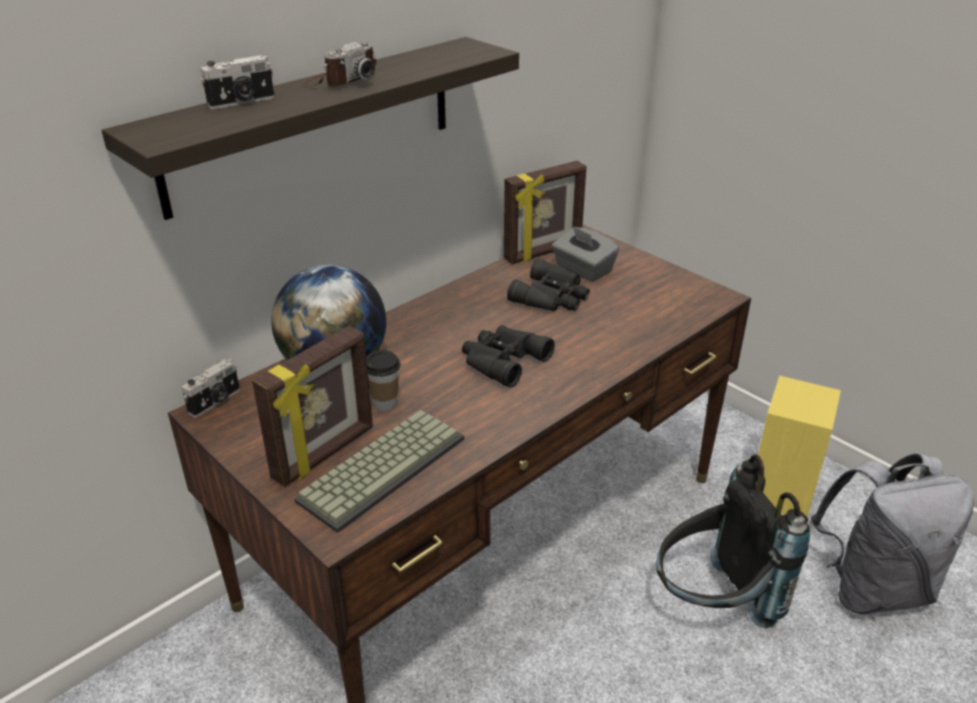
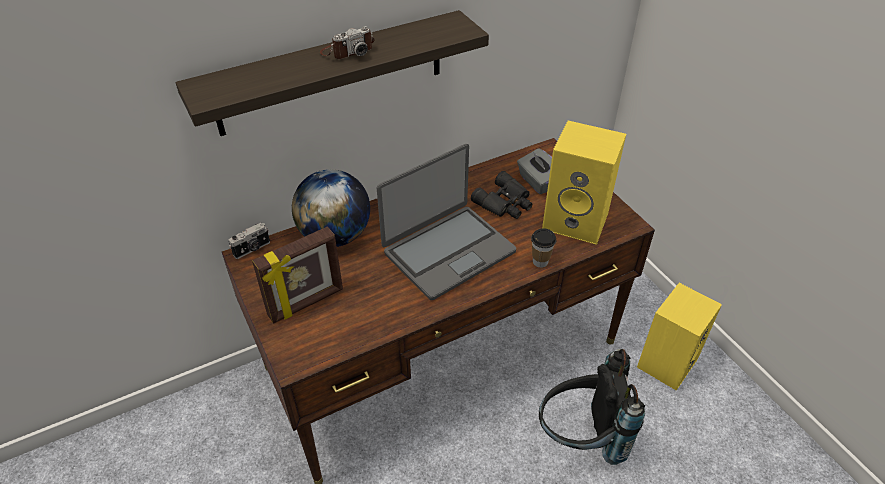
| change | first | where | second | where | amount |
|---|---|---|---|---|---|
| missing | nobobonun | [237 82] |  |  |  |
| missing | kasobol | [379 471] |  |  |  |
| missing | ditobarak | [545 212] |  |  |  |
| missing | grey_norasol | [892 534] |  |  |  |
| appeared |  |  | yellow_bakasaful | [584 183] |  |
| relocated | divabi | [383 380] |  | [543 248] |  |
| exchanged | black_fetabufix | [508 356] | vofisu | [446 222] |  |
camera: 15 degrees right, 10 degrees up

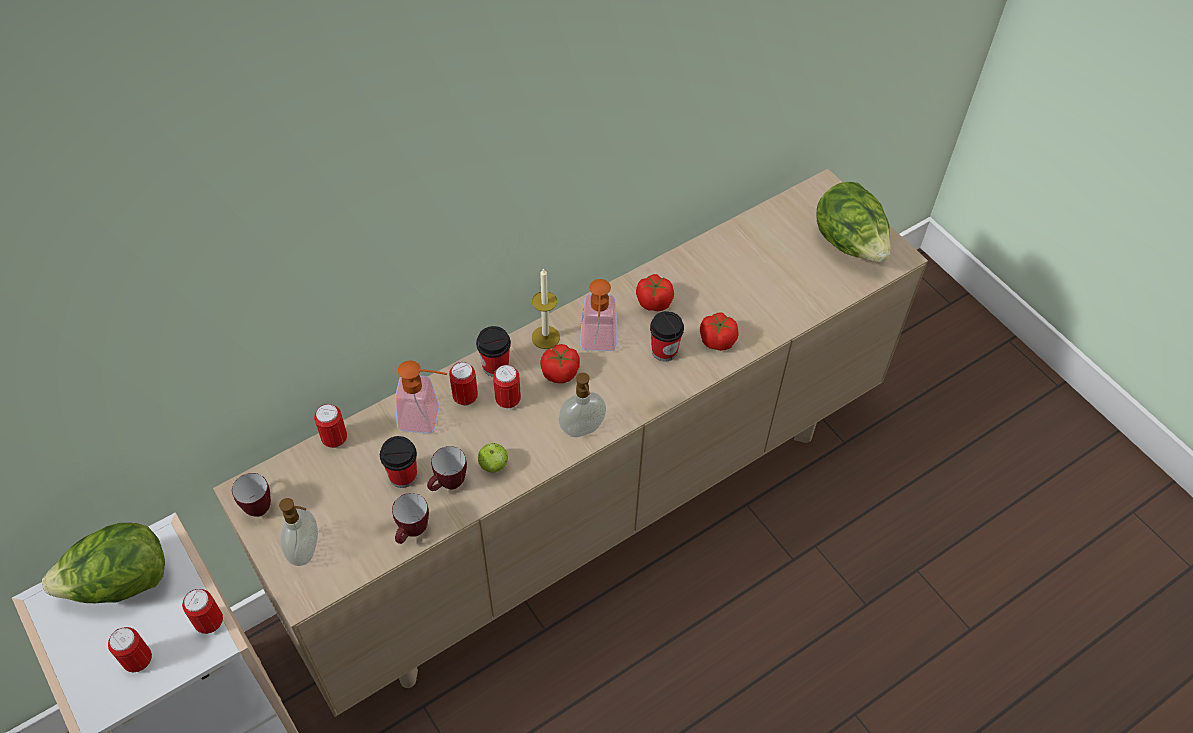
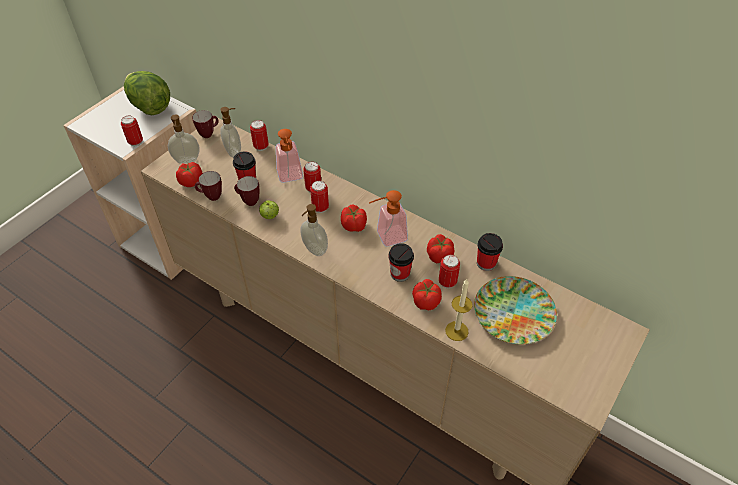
| change | first | where | second | where | amount |
|---|---|---|---|---|---|
| missing | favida | [853 222] |  |  |  |
| appeared |  |  | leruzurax | [189 174] |  |
| appeared |  |  | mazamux | [230 132] |  |
| appeared |  |  | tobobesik | [515 310] |  |
| relocated | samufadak | [130 650] |  | [449 271] |  |
| relocated | divabi | [493 351] |  | [490 252] |  |
| relocated | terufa | [546 308] |  | [458 310] |  |
camera: 70 degrees right, 5 degrees down

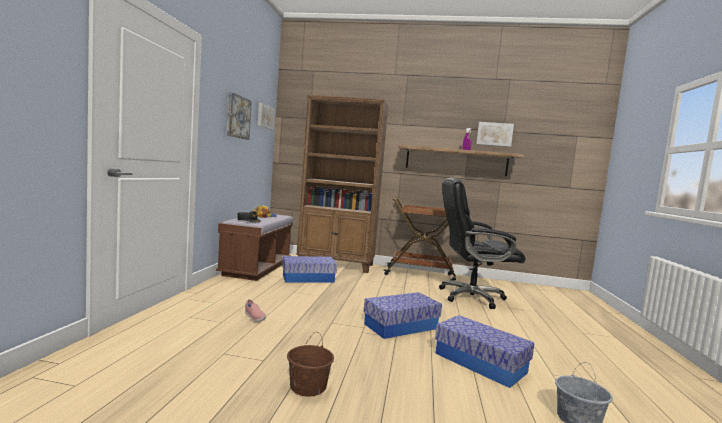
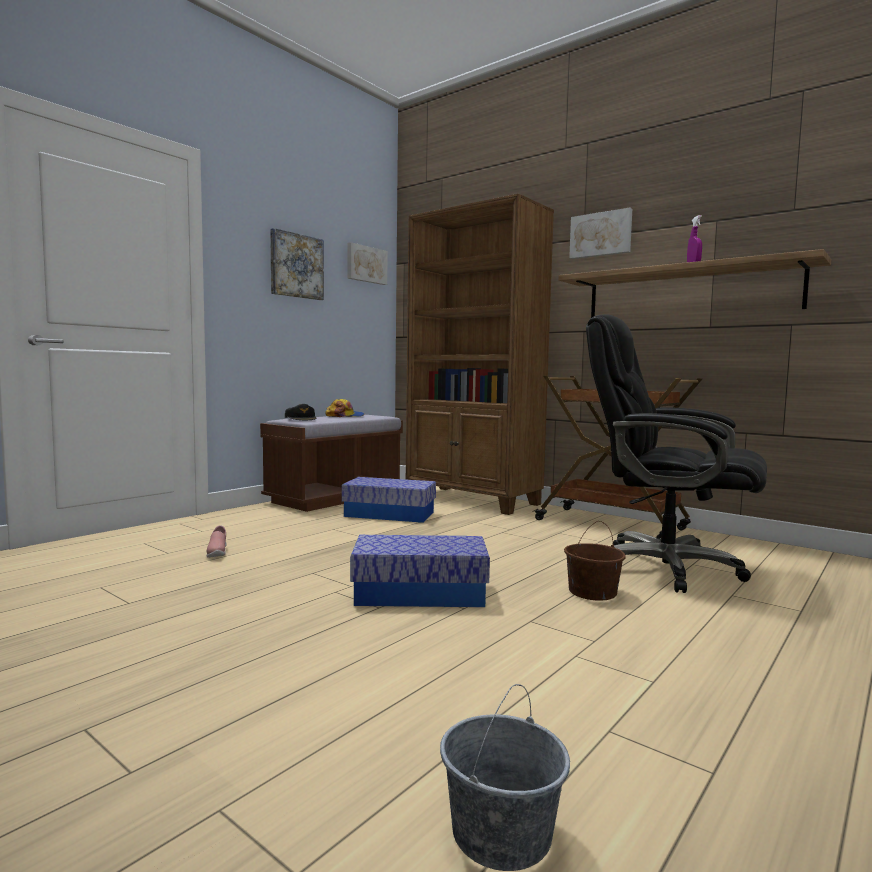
| change | first | where | second | where | amount |
|---|---|---|---|---|---|
| missing | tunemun | [484 351] |  |  |  |
| relocated | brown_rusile | [310 364] |  | [595 561] |  |
| relocated | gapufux | [495 134] |  | [600 233] |  |
camera: 30 degrees right, 0 degrees up

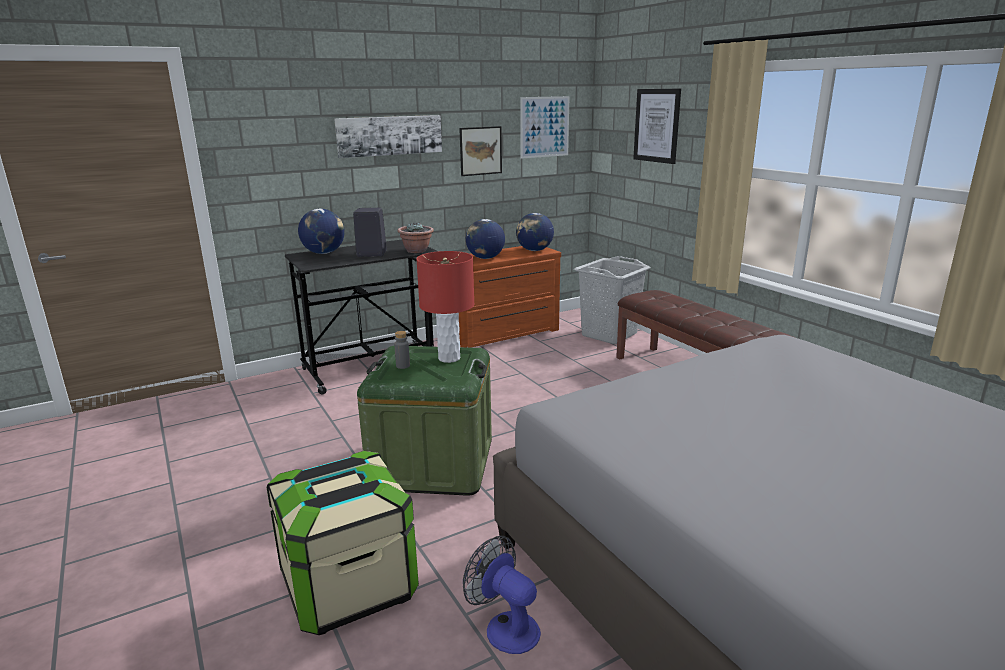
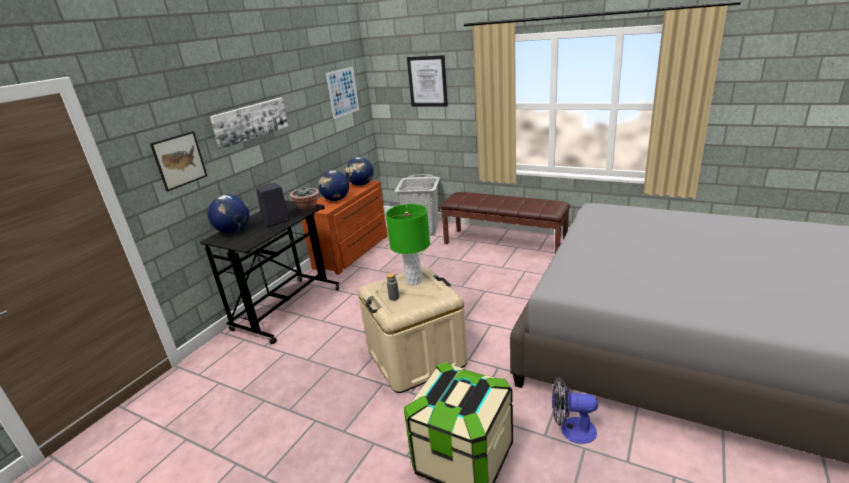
| change | first | where | second | where | amount |
|---|---|---|---|---|---|
| relocated | gapufux | [480 151] |  | [178 161] |  |
| colour | green_tunemun | [424 421] | beige_tunemun | [413 330] |  |
| colour | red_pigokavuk | [445 307] | green_pigokavuk | [408 244] |  |
camera: 30 degrees left, 5 degrees up

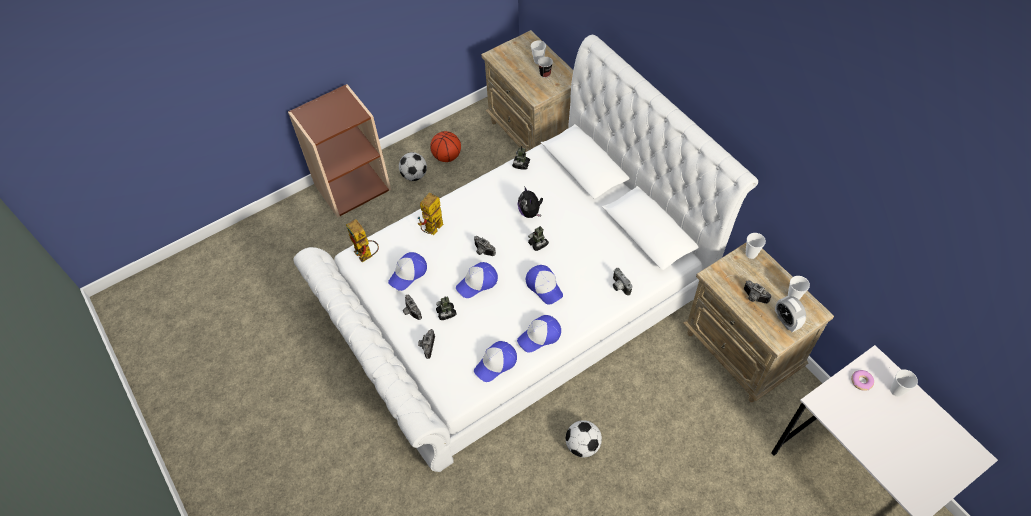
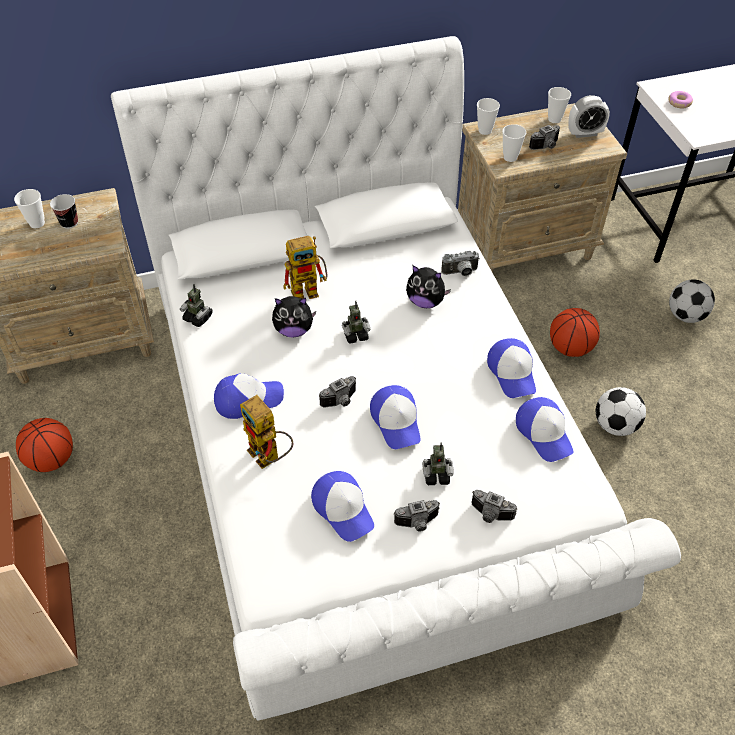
| change | first | where | second | where | amount |
|---|---|---|---|---|---|
| appeared |  |  | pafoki | [428 286] |  |
| appeared |  |  | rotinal | [575 332] |  |
| relocated | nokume | [362 240] |  | [305 267] |  |
| relocated | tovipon | [413 166] |  | [692 301] |  |
| relocated | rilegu | [544 285] |  | [249 396] |  |
| relocated | divabi | [904 383] |  | [514 143] |  |
camera: 75 degrees left, 5 degrees down

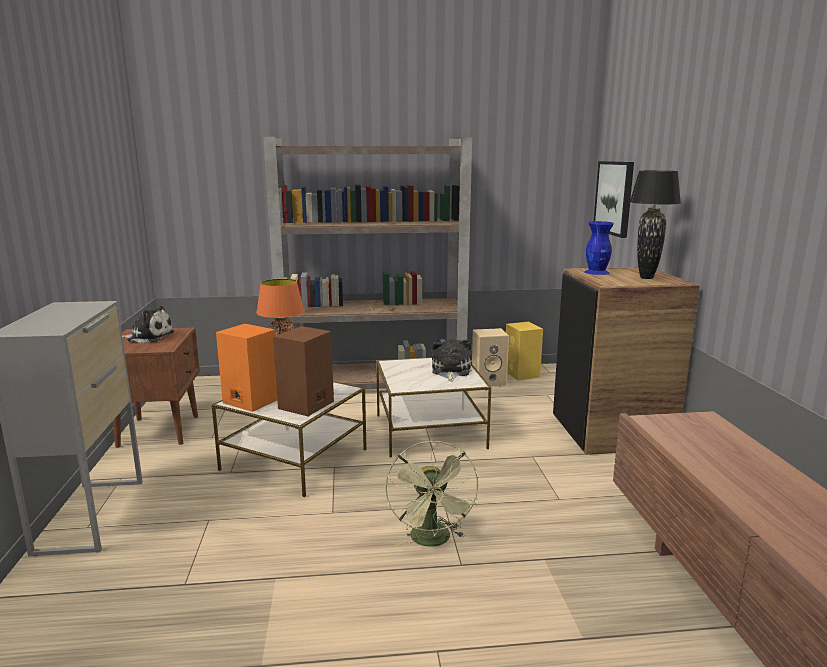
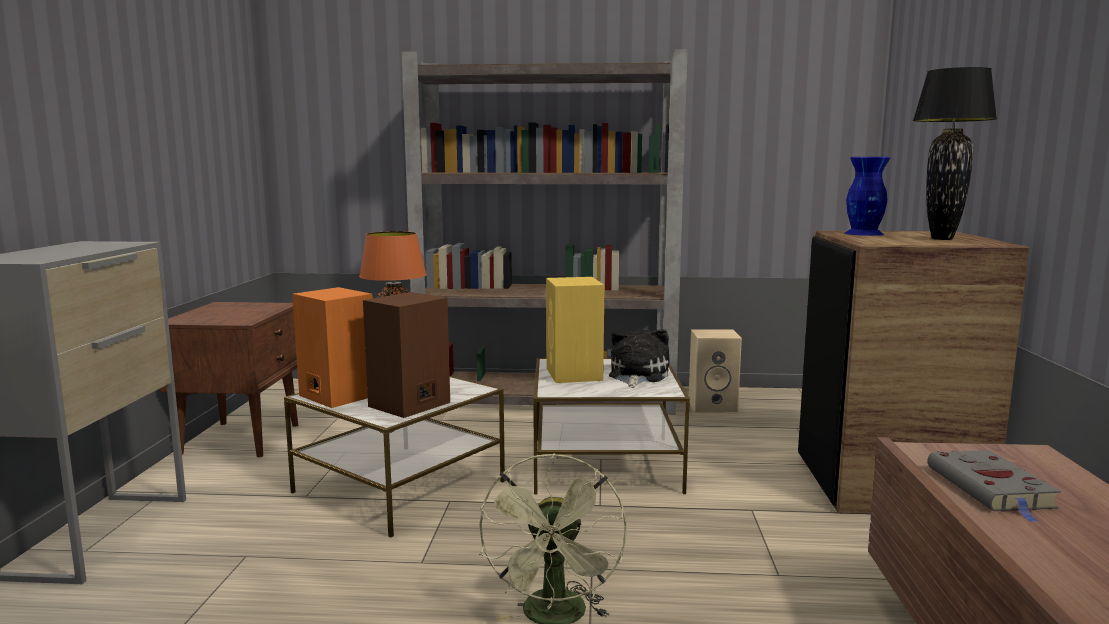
| change | first | where | second | where | amount |
|---|---|---|---|---|---|
| missing | pafoki | [148 324] |  |  |  |
| missing | gapufux | [614 199] |  |  |  |
| appeared |  |  | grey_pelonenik | [994 486] |  |
| relocated | yellow_bakasaful | [524 351] |  | [575 330] |  |
camera: 10 degrees right, 5 degrees down

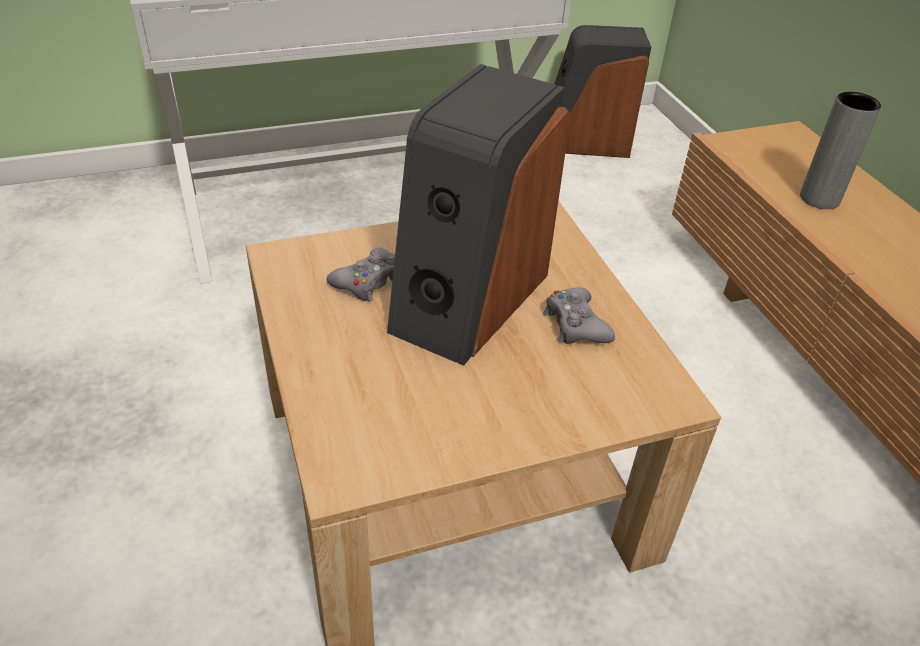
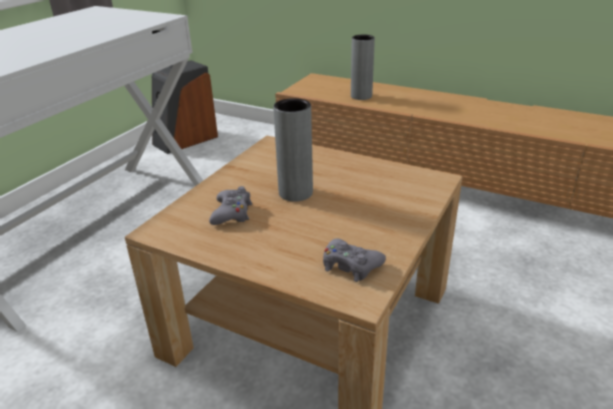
| change | first | where | second | where | amount |
|---|---|---|---|---|---|
| relocated | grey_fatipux | [579 315] |  | [354 260] |  |
| exchanged | bakasaful | [479 215] | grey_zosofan | [293 150] |  |
camera: 40 degrees left, 10 degrees down

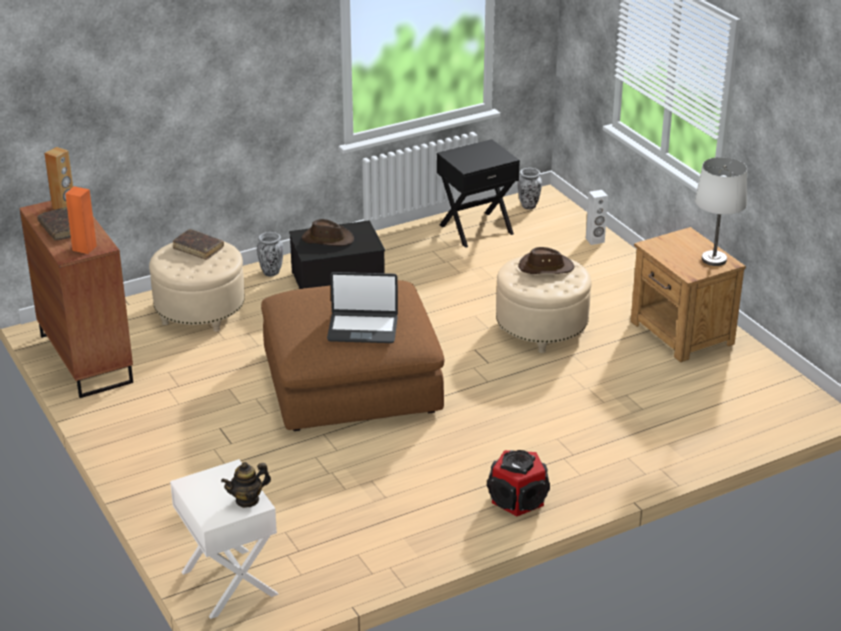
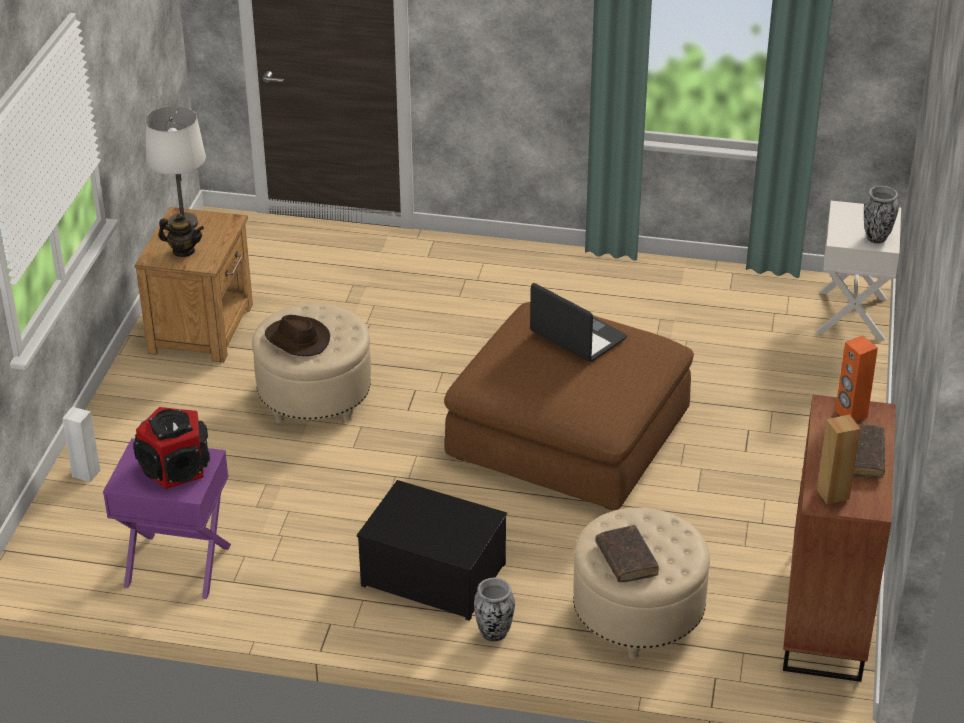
| change | first | where | second | where | amount |
|---|---|---|---|---|---|
| missing | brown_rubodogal | [328 232] |  |  |  |
| relocated | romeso | [246 485] |  | [181 235] |  |
| relocated | bakasaful | [518 483] |  | [171 448] |  |
| relocated | zosofan | [529 189] |  | [881 215] |  |
| colour | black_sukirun | [478 193] | purple_sukirun | [167 518] |  |
camera: 140 degrees left, 5 degrees up

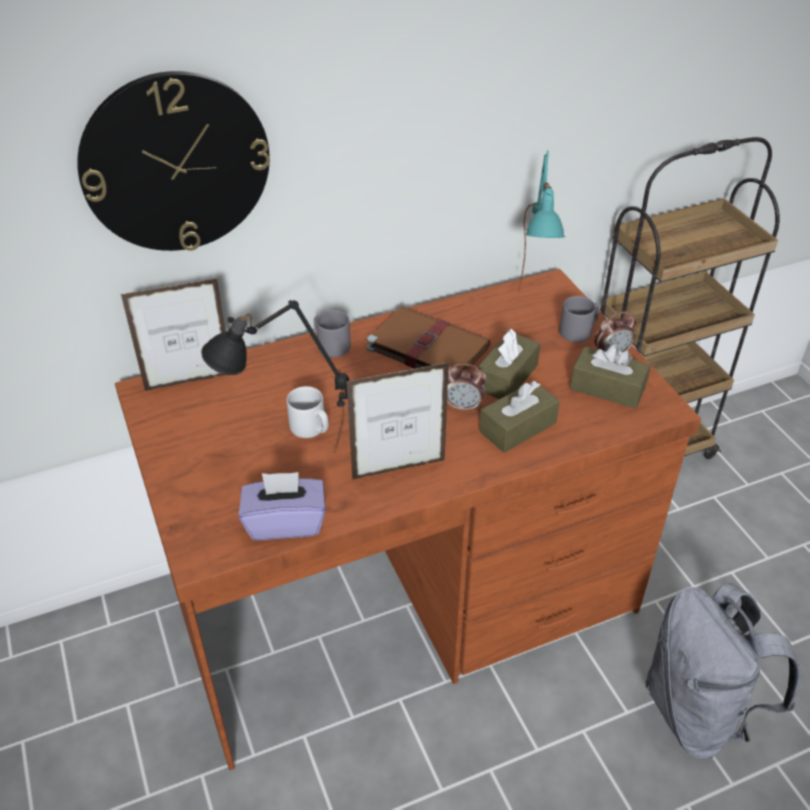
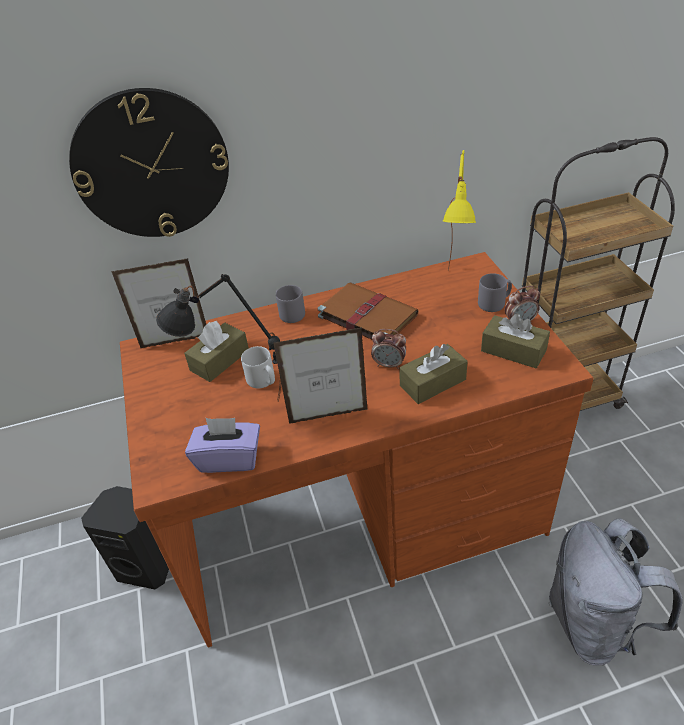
| change | first | where | second | where | amount |
|---|---|---|---|---|---|
| appeared |  |  | black_bakasaful | [125 537] |  |
| relocated | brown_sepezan | [509 364] |  | [216 351] |  |
| colour | turquoise_pigokavuk | [541 221] | yellow_pigokavuk | [459 210] |  |
camera: 10 degrees right, 0 degrees up

